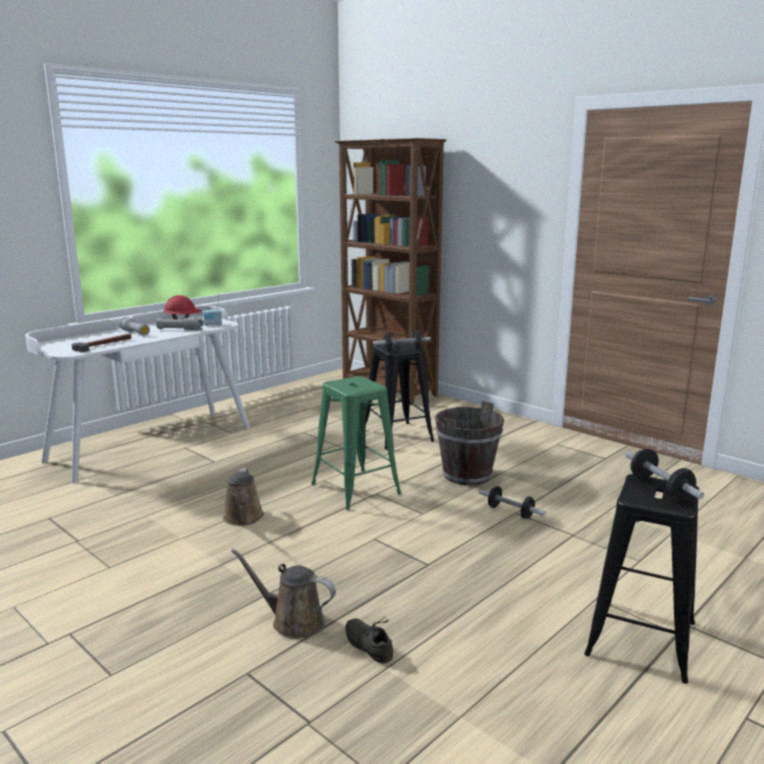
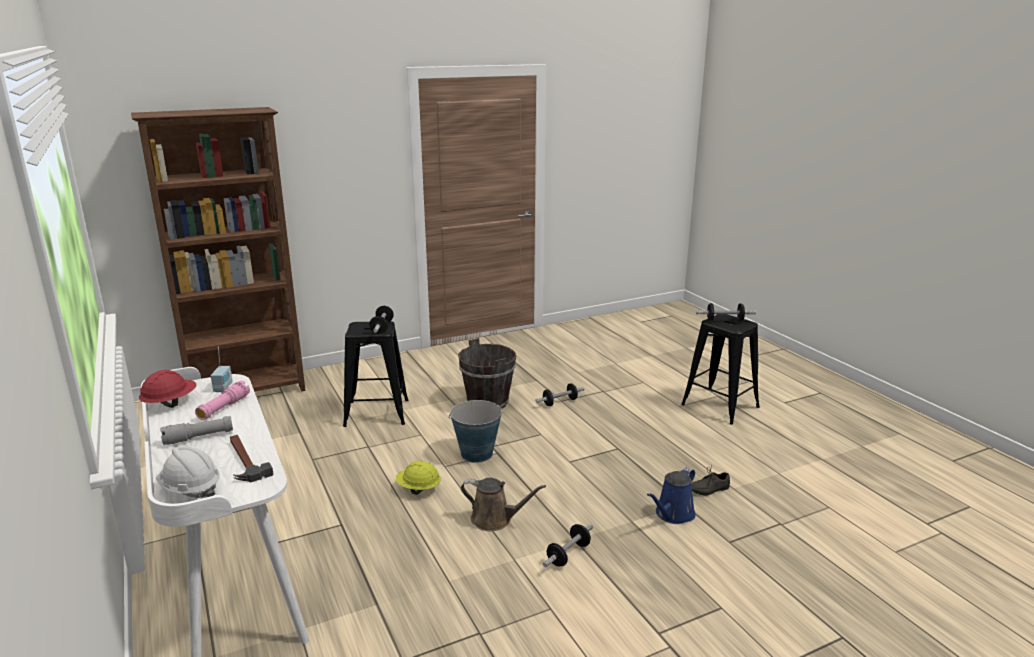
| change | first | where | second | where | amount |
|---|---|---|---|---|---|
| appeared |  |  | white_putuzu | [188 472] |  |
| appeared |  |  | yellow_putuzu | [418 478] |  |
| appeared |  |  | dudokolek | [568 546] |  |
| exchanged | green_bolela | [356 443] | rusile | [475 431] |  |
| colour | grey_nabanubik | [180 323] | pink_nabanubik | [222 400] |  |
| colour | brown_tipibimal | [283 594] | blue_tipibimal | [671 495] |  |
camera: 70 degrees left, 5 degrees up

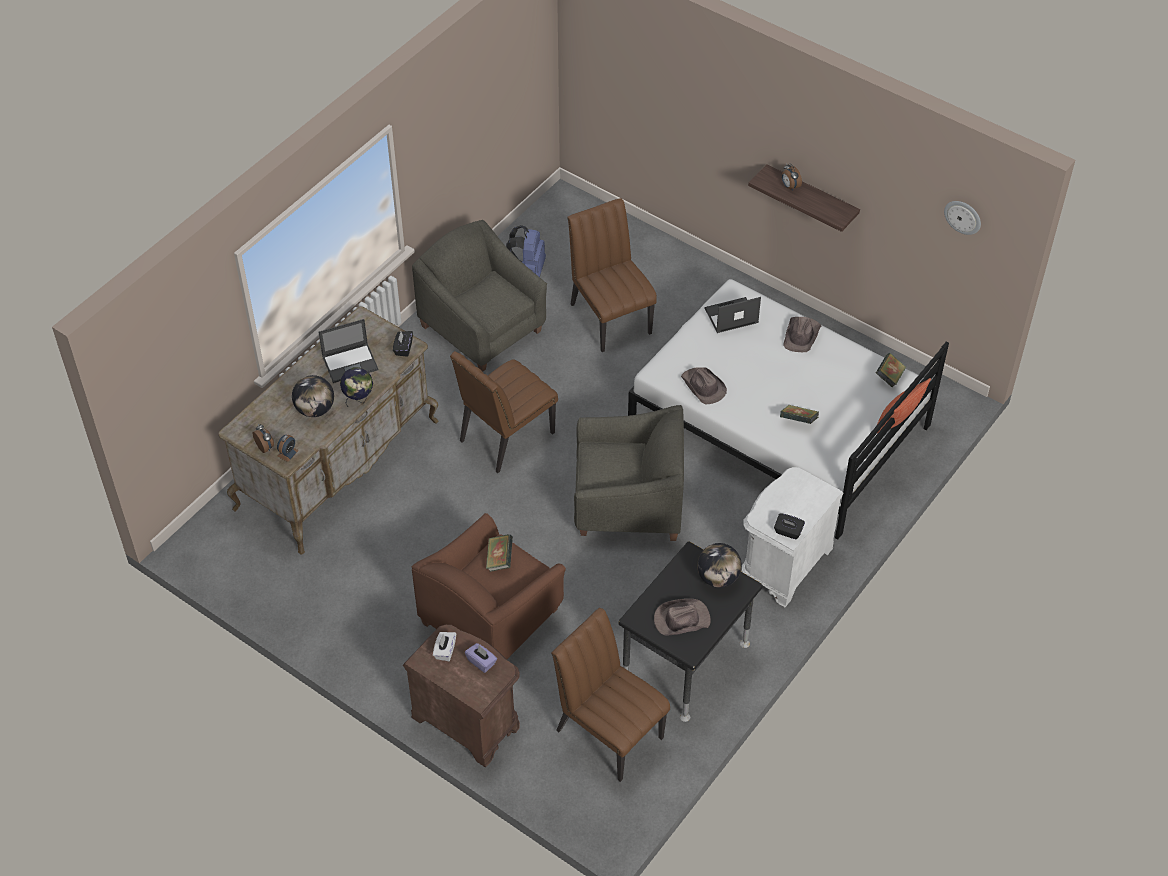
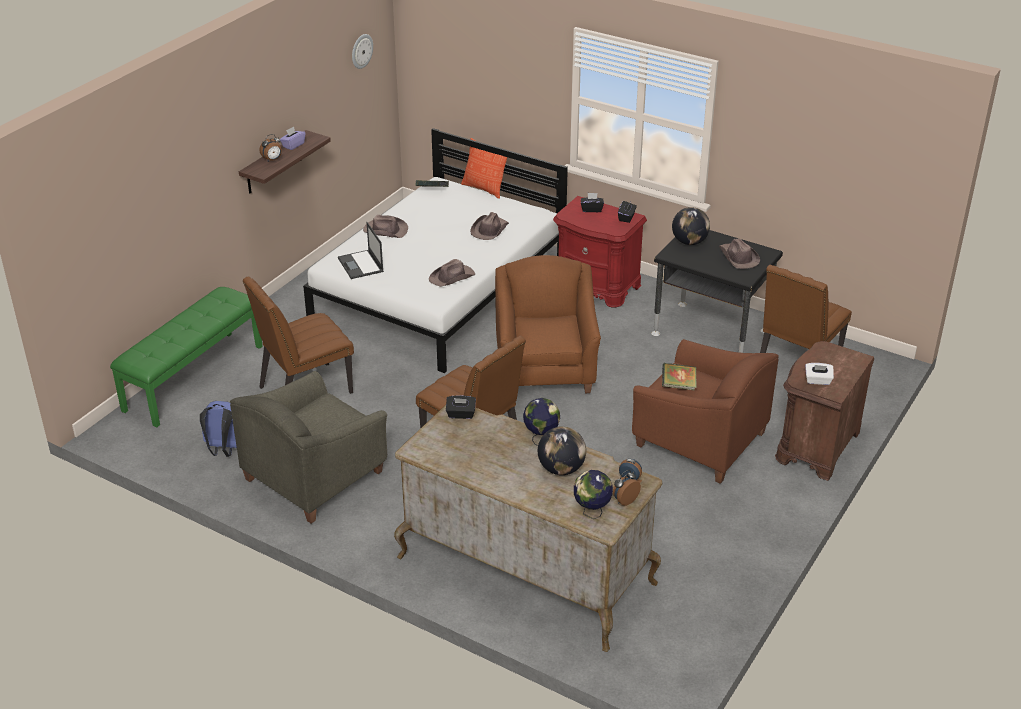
| change | first | where | second | where | amount |
|---|---|---|---|---|---|
| missing | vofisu | [348 351] |  |  |  |
| appeared |  |  | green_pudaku | [186 357] |  |
| appeared |  |  | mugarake | [593 494] |  |
| appeared |  |  | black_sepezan | [592 202] |  |
| relocated | purple_sepezan | [481 658] |  | [293 138] |  |
| exchanged | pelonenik | [799 414] | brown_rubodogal | [489 226] |  |
| colour | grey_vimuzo | [629 473] | brown_vimuzo | [548 324] |  |
| colour | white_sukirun | [792 537] | red_sukirun | [600 251] |  |
camera: 95 degrees left, 15 degrees down

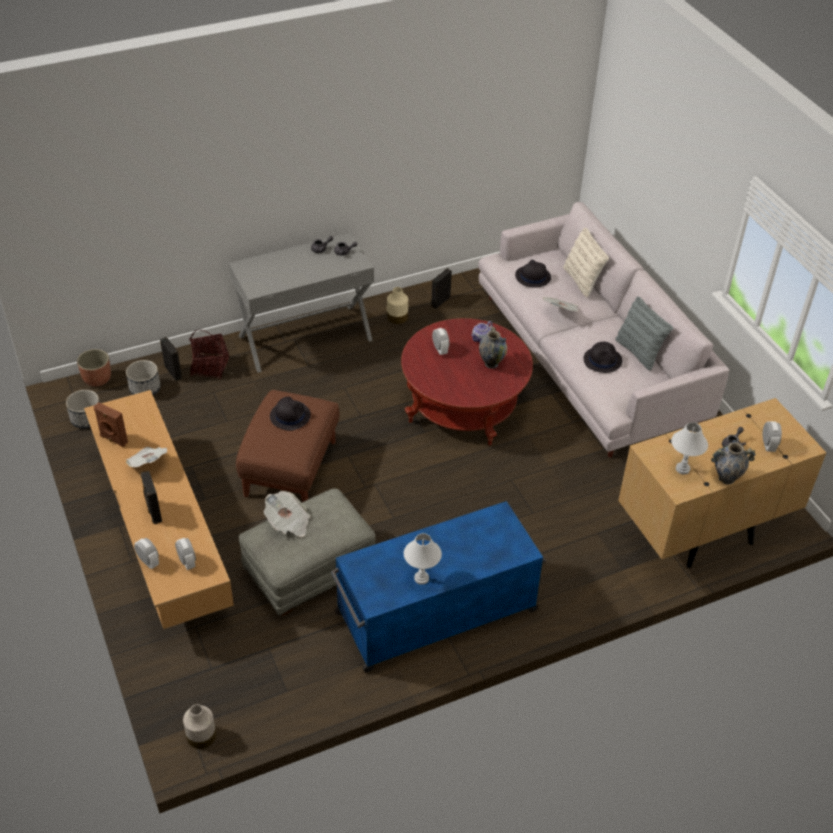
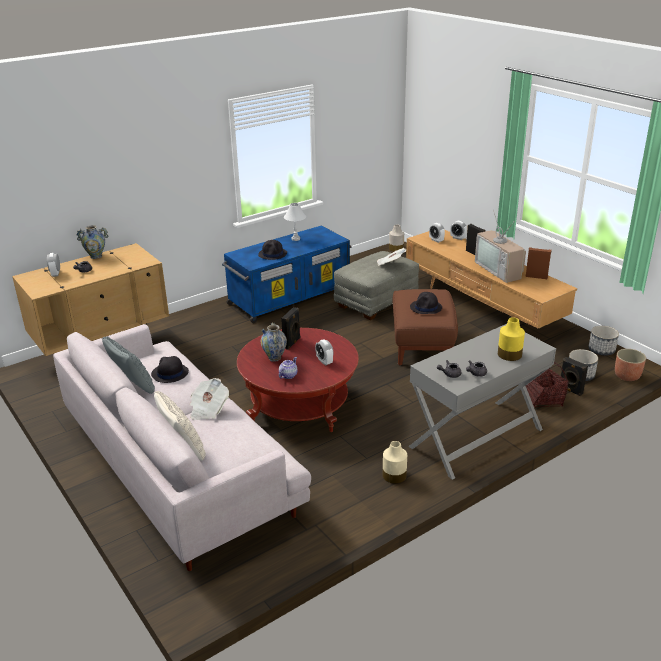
| change | first | where | second | where | amount |
|---|---|---|---|---|---|
| missing | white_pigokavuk | [689 448] |  |  |  |
| appeared |  |  | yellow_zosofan | [511 339] |  |
| relocated | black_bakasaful | [441 288] |  | [290 328] |  |
| relocated | black_rubodogal | [533 273] |  | [272 250] |  |
| exchanged | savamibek | [146 457] | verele | [500 246] |  |
camera: 170 degrees right, 15 degrees down

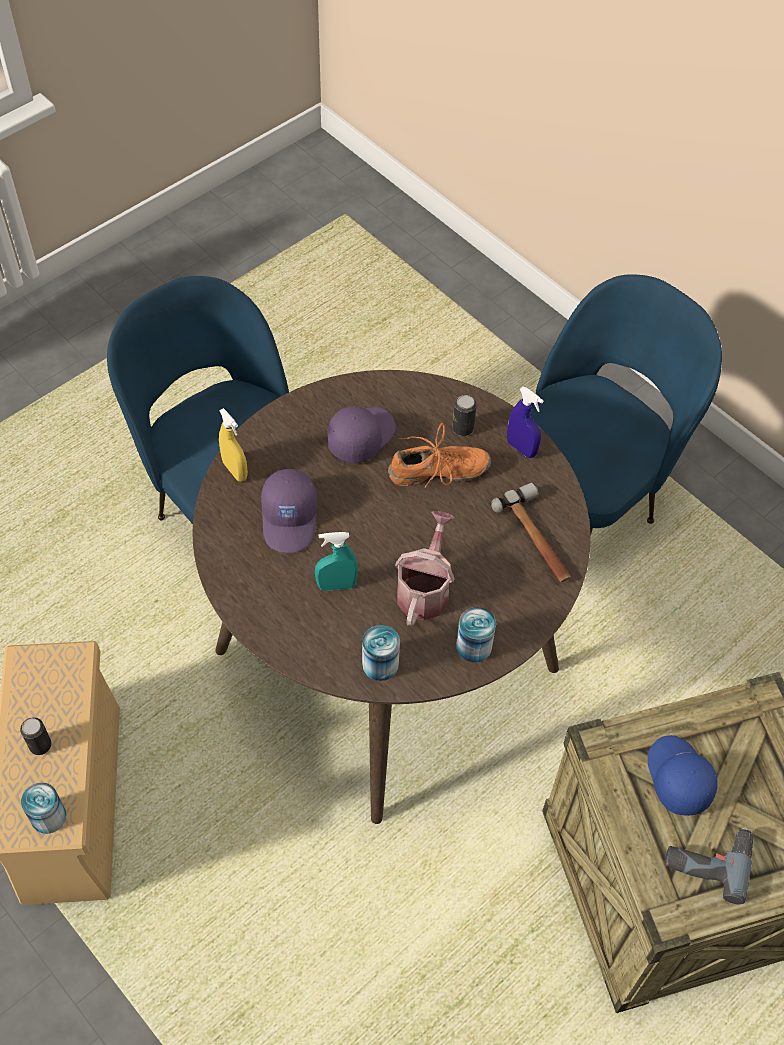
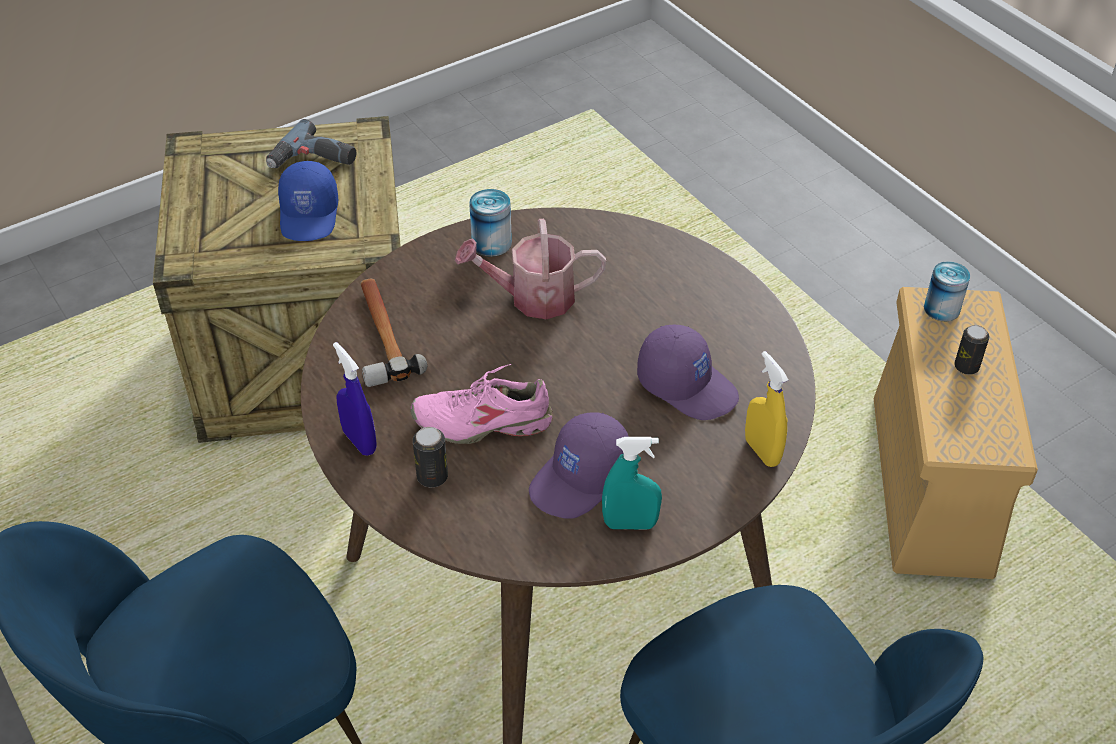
| change | first | where | second | where | amount |
|---|---|---|---|---|---|
| missing | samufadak | [381 653] |  |  |  |
| relocated | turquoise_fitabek | [336 561] |  | [632 483] |  |
| colour | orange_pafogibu | [439 455] | pink_pafogibu | [482 404] |  |
| spun | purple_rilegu | [289 511] |  | [688 372] | 120 degrees clockwise |
| spun | tipibimal | [425 568] |  | [530 269] | 60 degrees clockwise |
camera: 170 degrees left, 10 degrees down

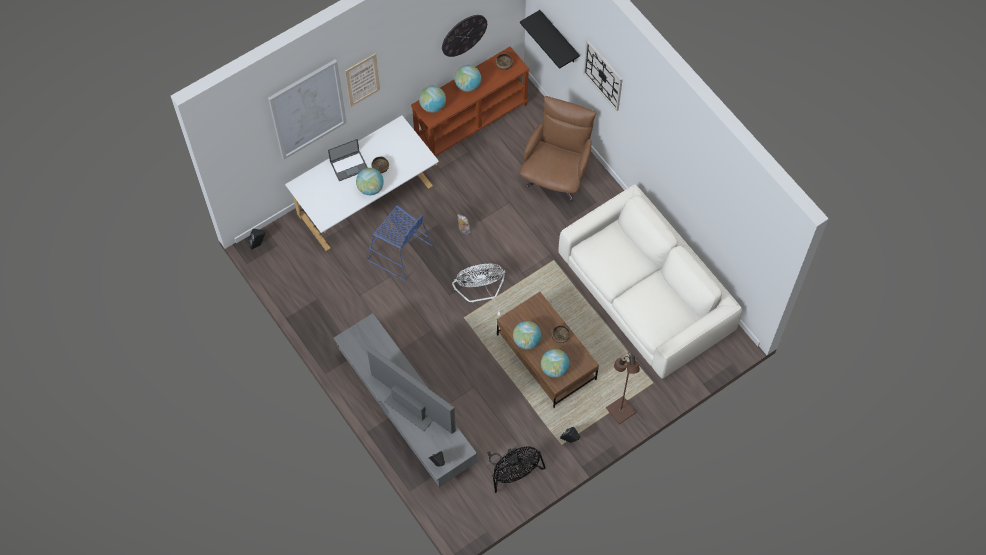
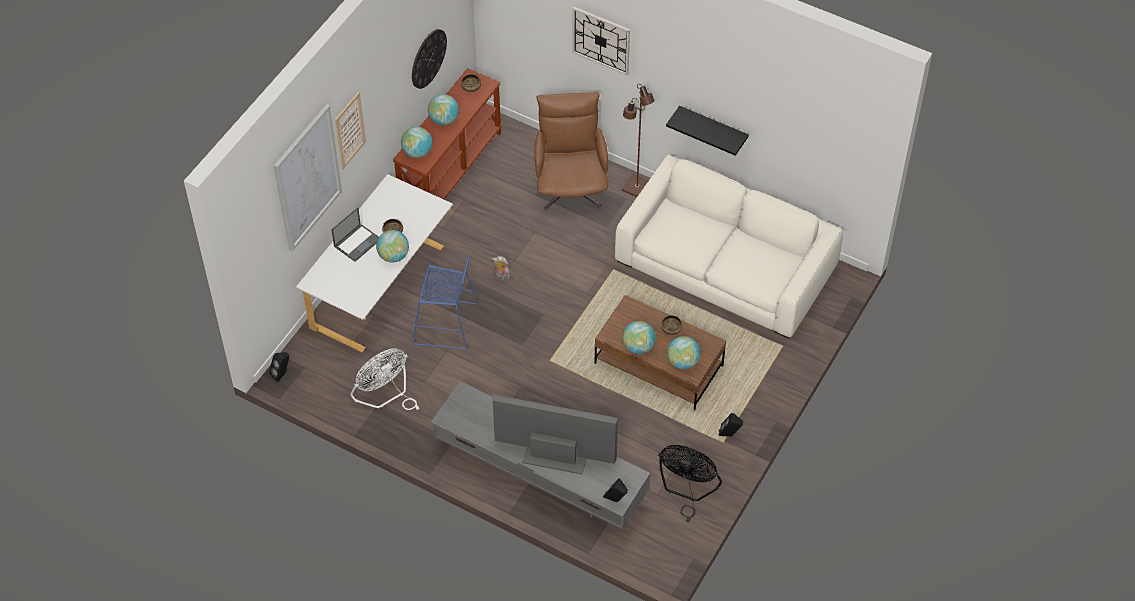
| change | first | where | second | where | amount |
|---|---|---|---|---|---|
| relocated | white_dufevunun | [478 290] |  | [384 379] |  |
| relocated | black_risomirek | [550 39] |  | [707 131] |  |
| relocated | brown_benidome | [623 388] |  | [638 140] |  |
| spun | black_dufevunun | [516 469] |  | [690 483] | 105 degrees counterclockwise |
camera: 25 degrees left, 10 degrees down

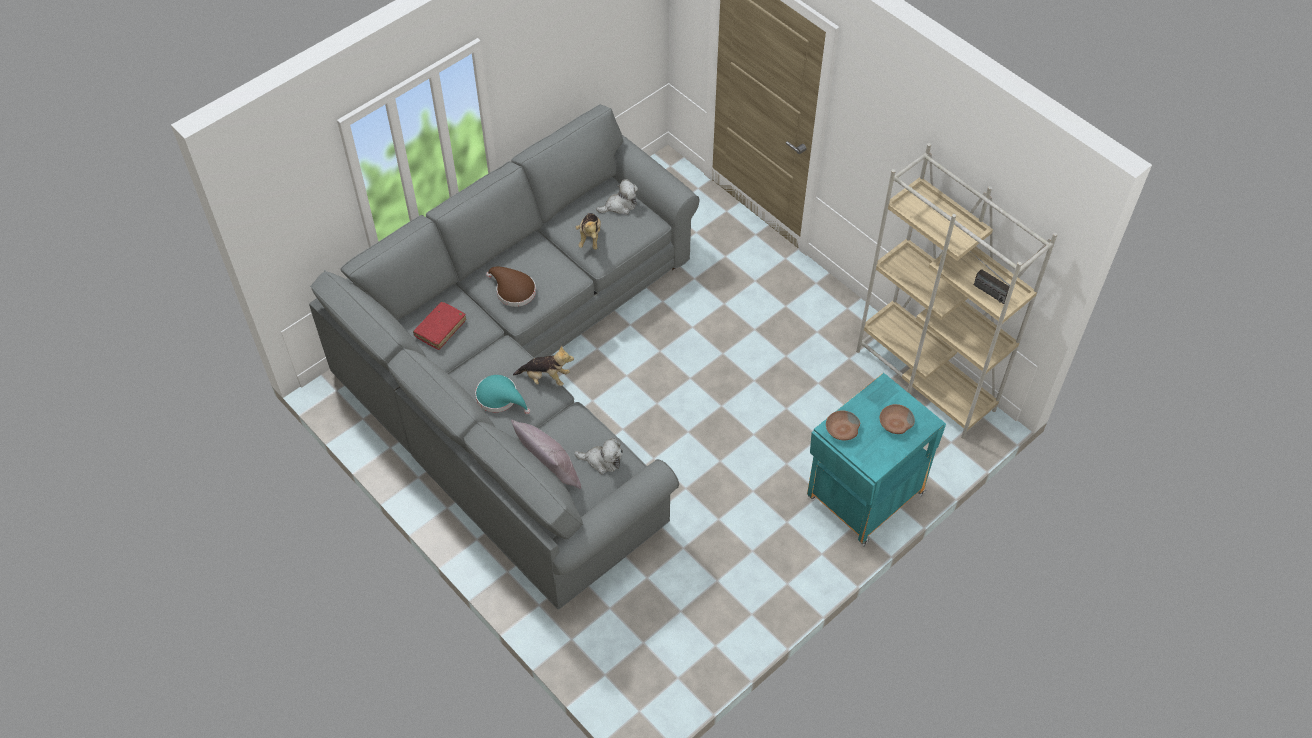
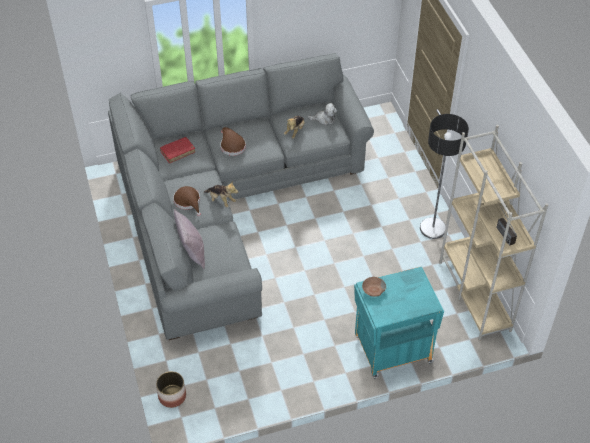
| change | first | where | second | where | amount |
|---|---|---|---|---|---|
| missing | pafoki | [598 456] |  |  |  |
| missing | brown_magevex | [897 419] |  |  |  |
| appeared |  |  | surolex | [171 389] |  |
| appeared |  |  | benidome | [444 176] |  |
| colour | turquoise_rubodogal | [502 394] | brown_rubodogal | [187 201] |  |
camera: 25 degrees right, 5 degrees down

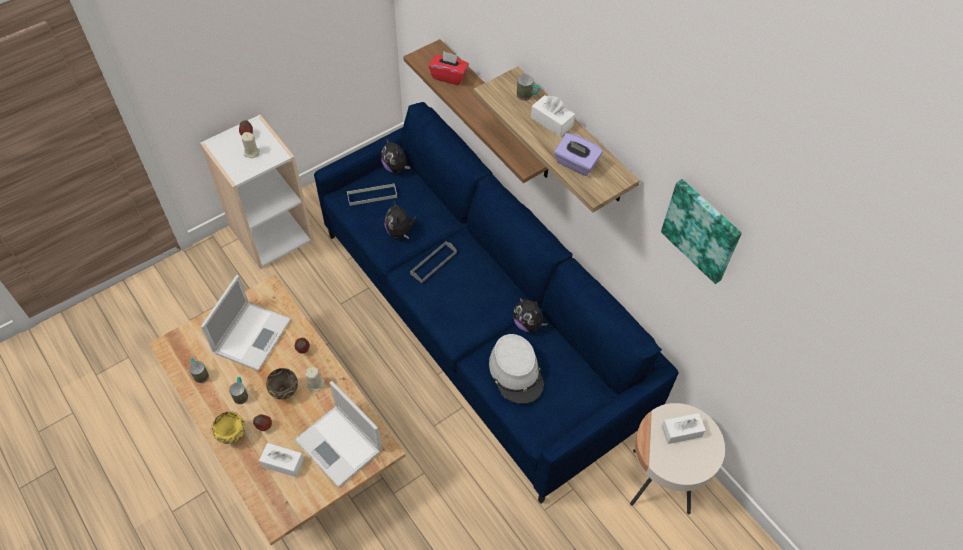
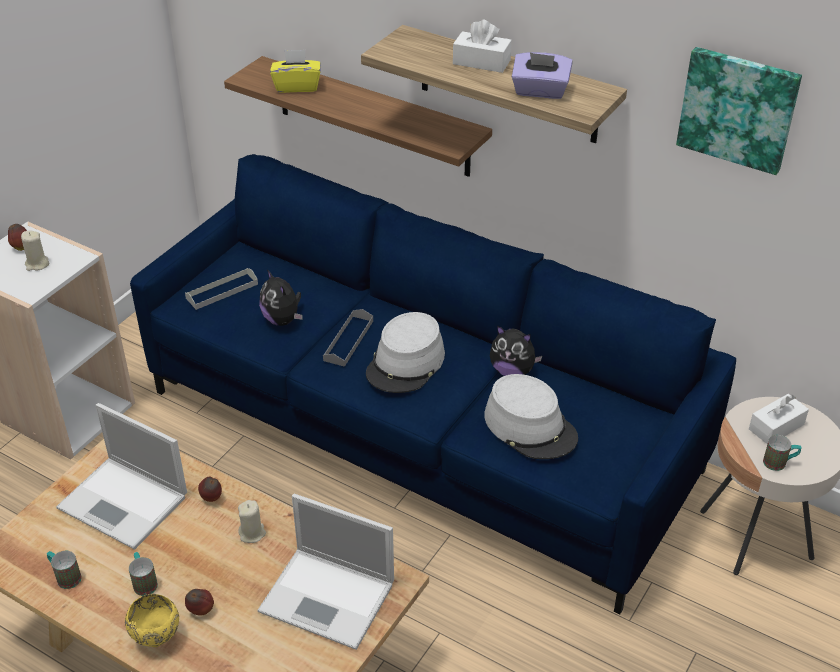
| change | first | where | second | where | amount |
|---|---|---|---|---|---|
| missing | white_sepezan | [281 460] |  |  |  |
| missing | brown_magevex | [282 383] |  |  |  |
| missing | pafoki | [395 155] |  |  |  |
| appeared |  |  | grey_rubodogal | [405 352] |  |
| relocated | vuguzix | [528 87] |  | [782 453] |  |
| colour | red_sepezan | [449 68] | yellow_sepezan | [295 71] |  |
| spun | vofisu | [246 323] |  | [121 476] | 120 degrees clockwise |
camera: 20 degrees left, 15 degrees down

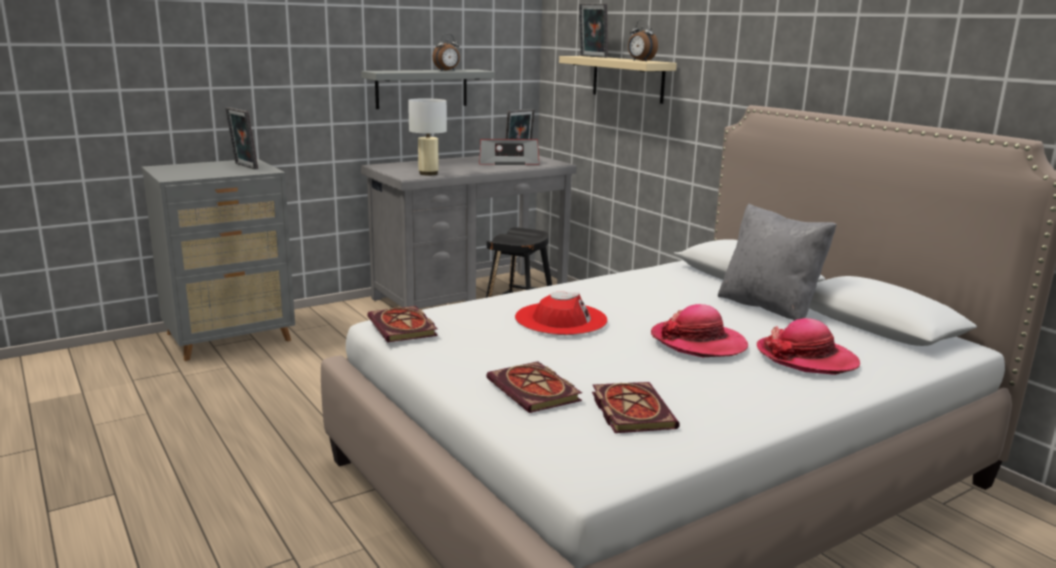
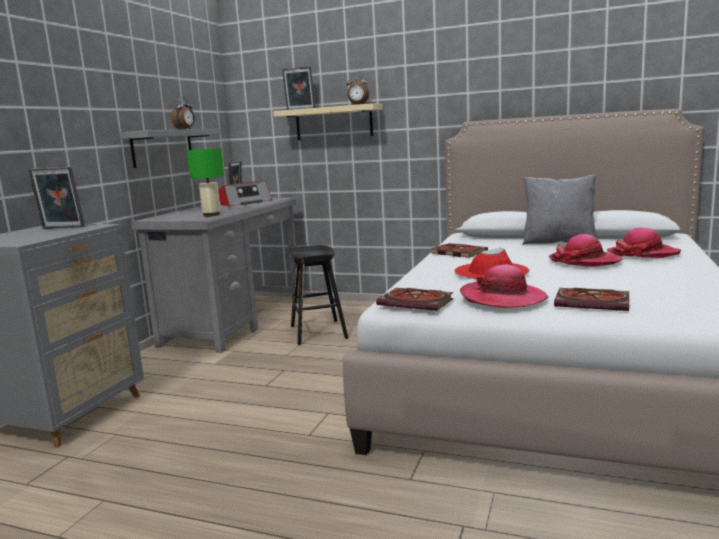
| change | first | where | second | where | amount |
|---|---|---|---|---|---|
| appeared |  |  | rubodogal | [504 286] |  |
| relocated | pelonenik | [636 407] |  | [459 250] |  |
| colour | white_pigokavuk | [427 137] | green_pigokavuk | [205 182] |  |
camera: 35 degrees left, 5 degrees down

